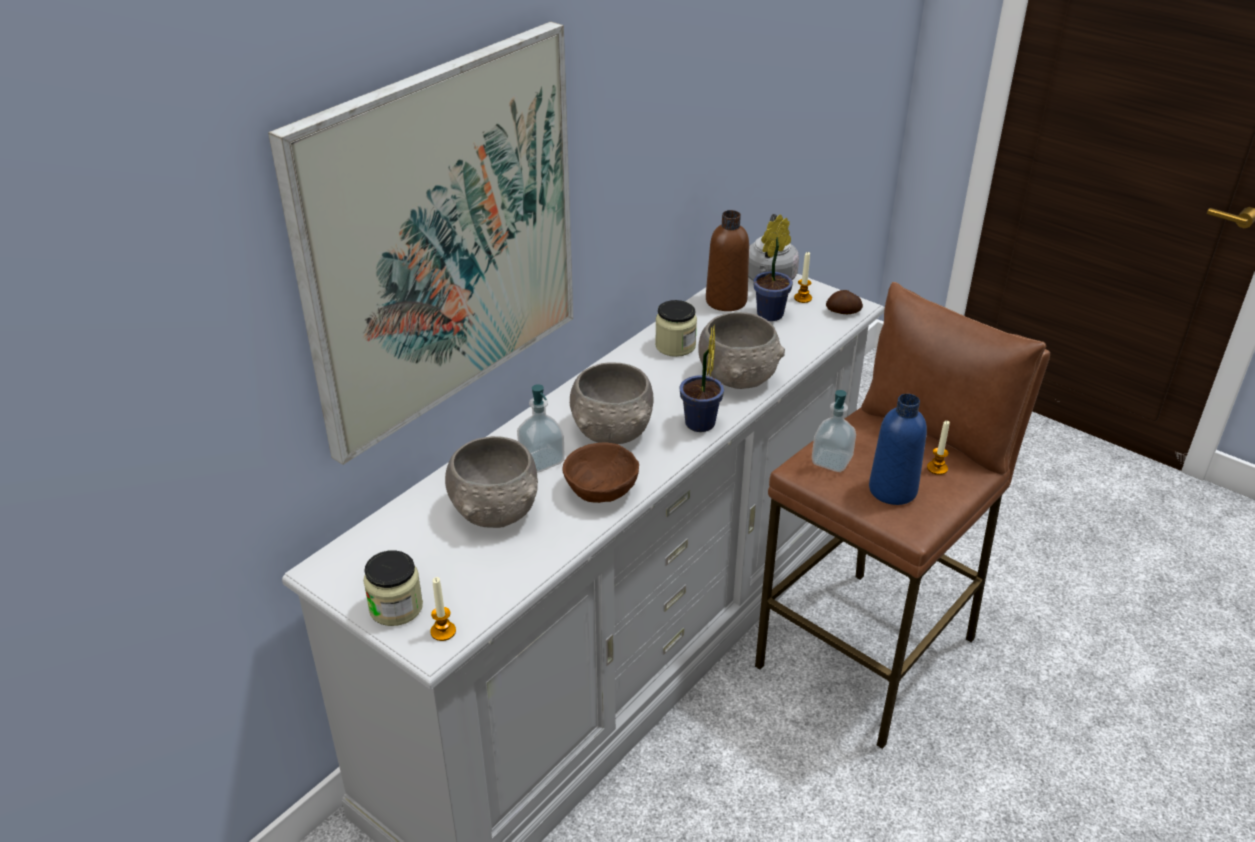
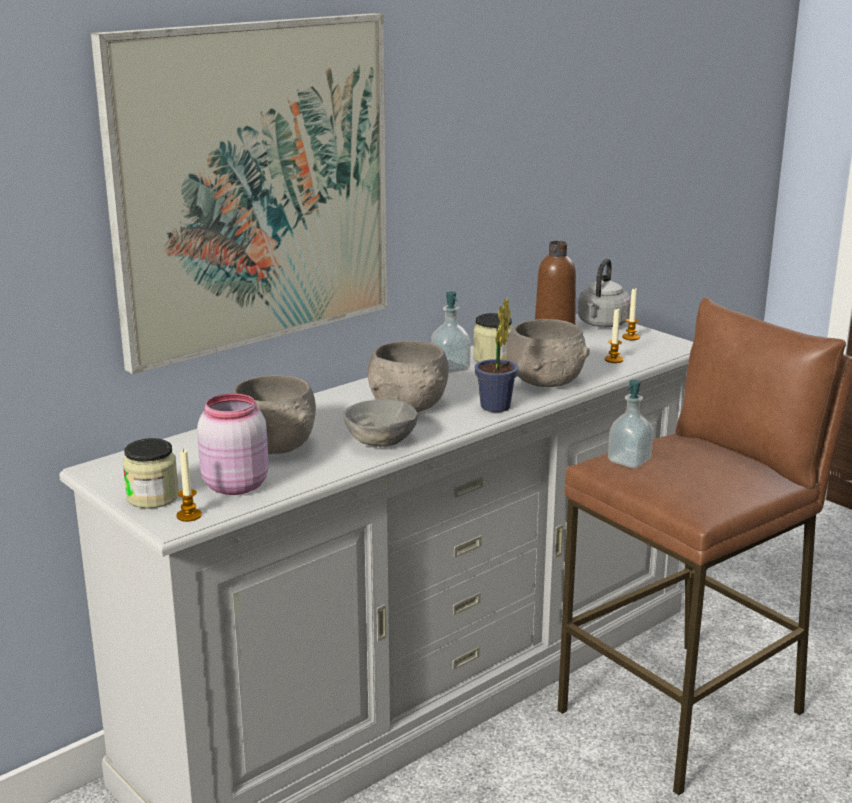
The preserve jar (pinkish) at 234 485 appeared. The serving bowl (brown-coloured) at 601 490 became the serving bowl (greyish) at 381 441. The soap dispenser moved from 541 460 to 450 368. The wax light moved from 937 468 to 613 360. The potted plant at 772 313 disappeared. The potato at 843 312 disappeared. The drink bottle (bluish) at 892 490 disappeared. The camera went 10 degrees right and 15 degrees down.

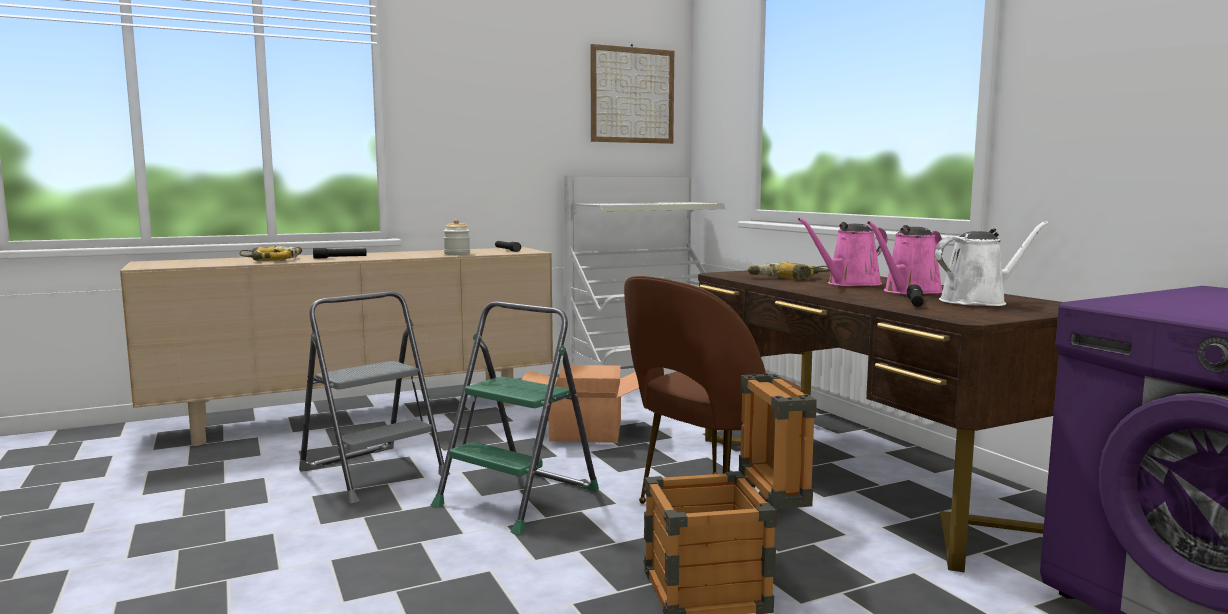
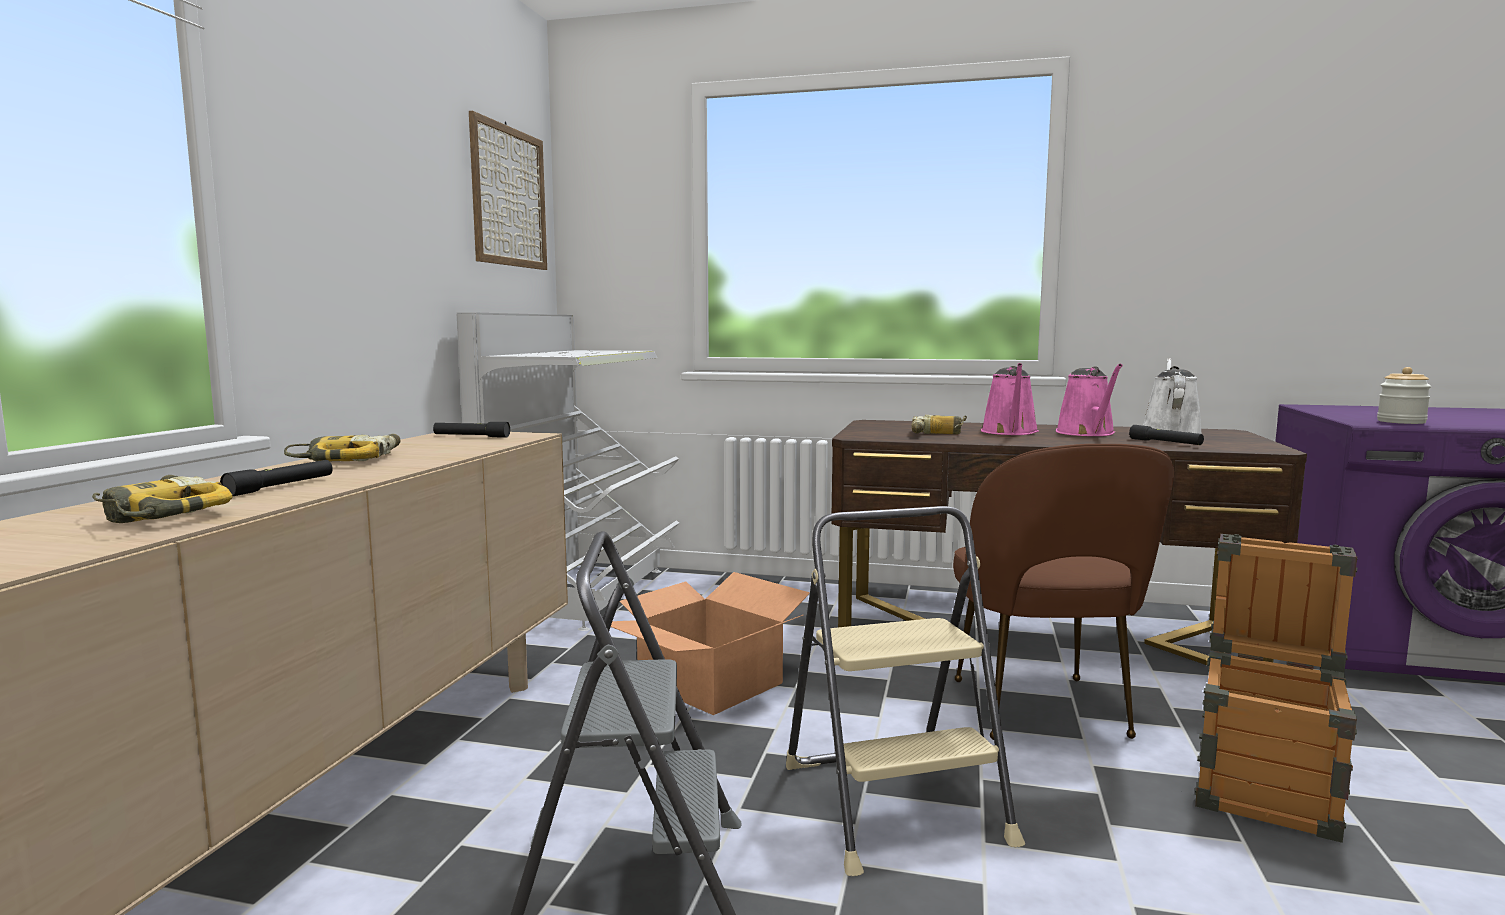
The power drill at 349 460 appeared. The step stool (green) at 522 496 became the step stool (beige-coloured) at 891 797. The preserve jar moved from 457 254 to 1401 422. The camera went 50 degrees left and 0 degrees up.

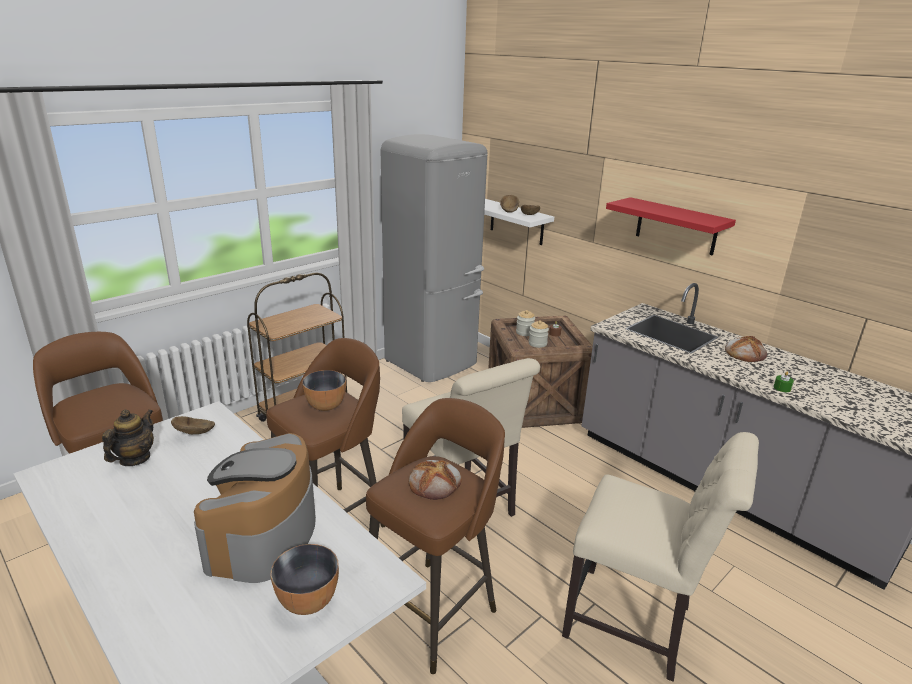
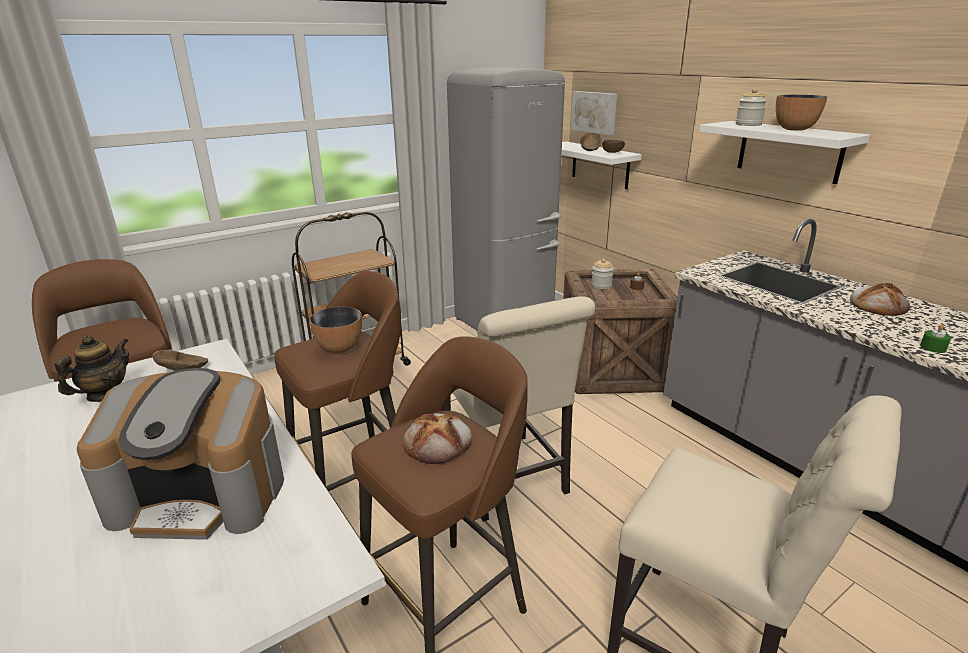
The coffee brewer at 264 536 turned 105 degrees counterclockwise. The picture at 594 112 appeared. The wall shelf (reddish) at 676 226 became the wall shelf (white) at 789 151. The preserve jar moved from 537 344 to 748 124. The serving bowl moved from 308 601 to 794 129. The camera went 10 degrees right and 0 degrees up.

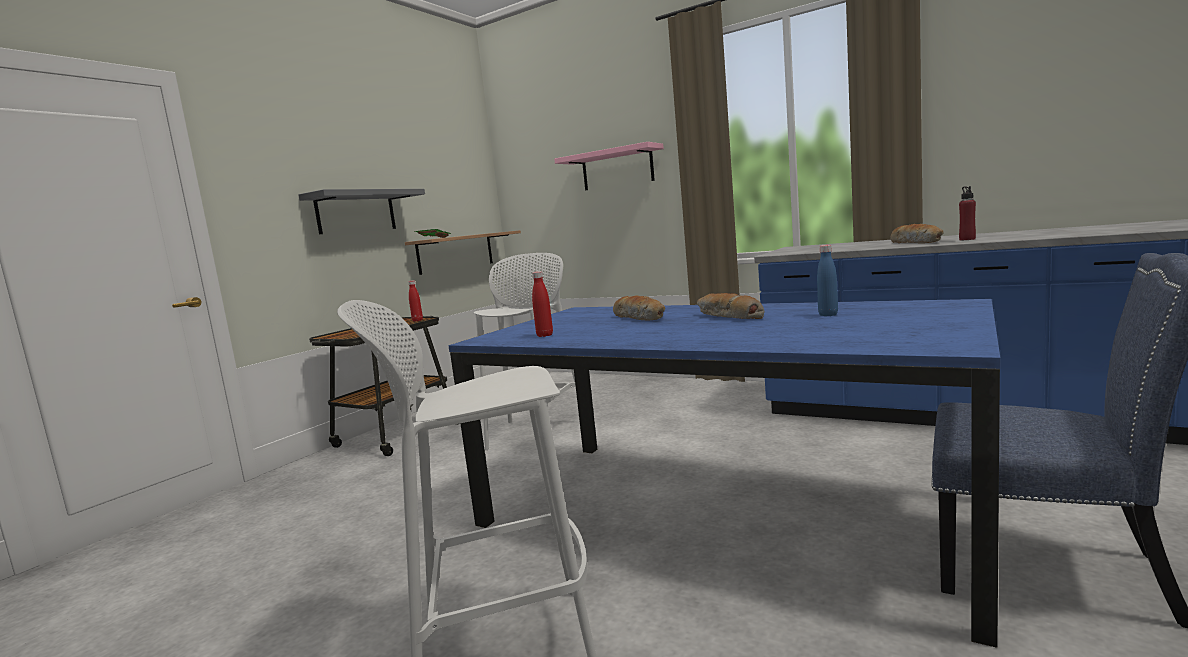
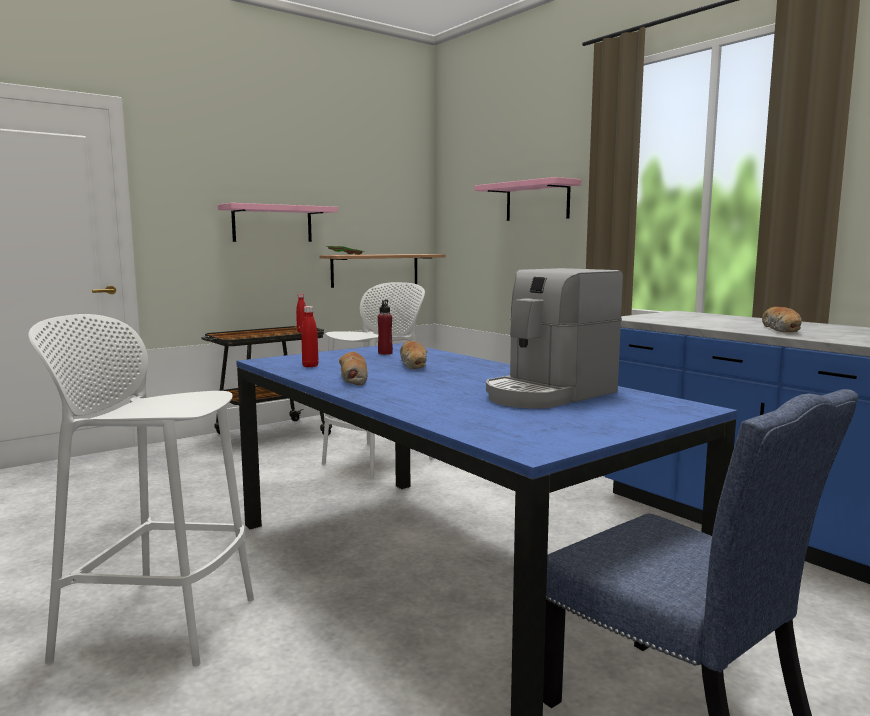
The wall shelf (greyish) at 356 212 became the wall shelf (pinkish) at 272 224. The bread moved from 728 317 to 353 378. The drink bottle (reddish) moved from 967 239 to 385 353. The drink bottle (bluish) at 828 315 was replaced by the coffee brewer at 548 394. The camera went 20 degrees right and 0 degrees up.

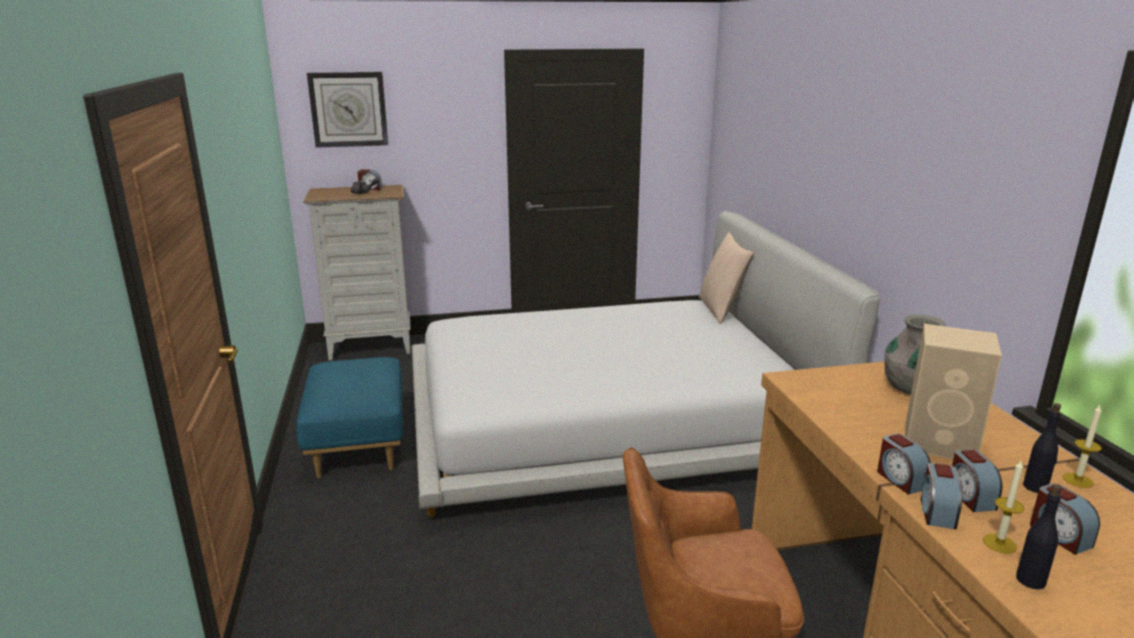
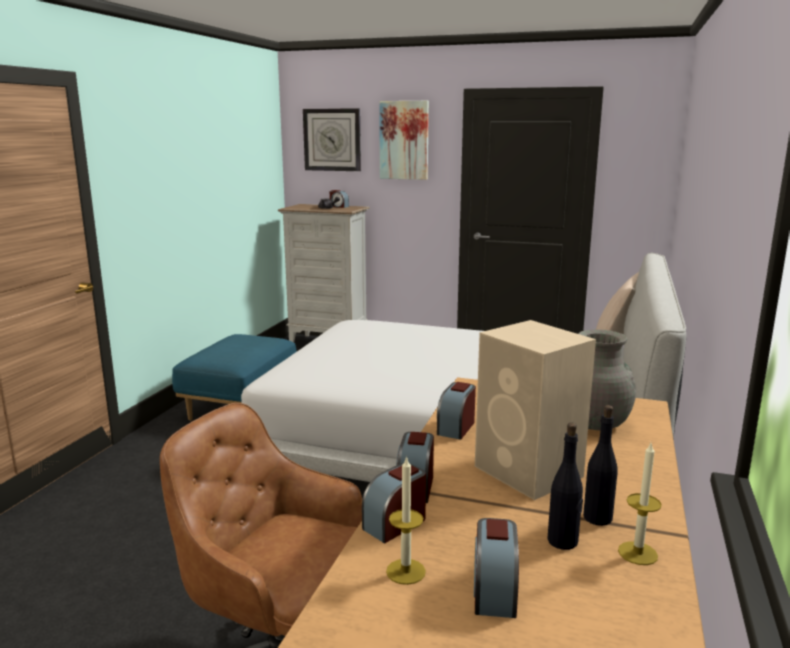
The picture at 404 140 appeared. The bedside clock moved from 970 497 to 456 427. The drink bottle (black-coloured) moved from 1030 580 to 598 518. The camera went 30 degrees right and 5 degrees down.

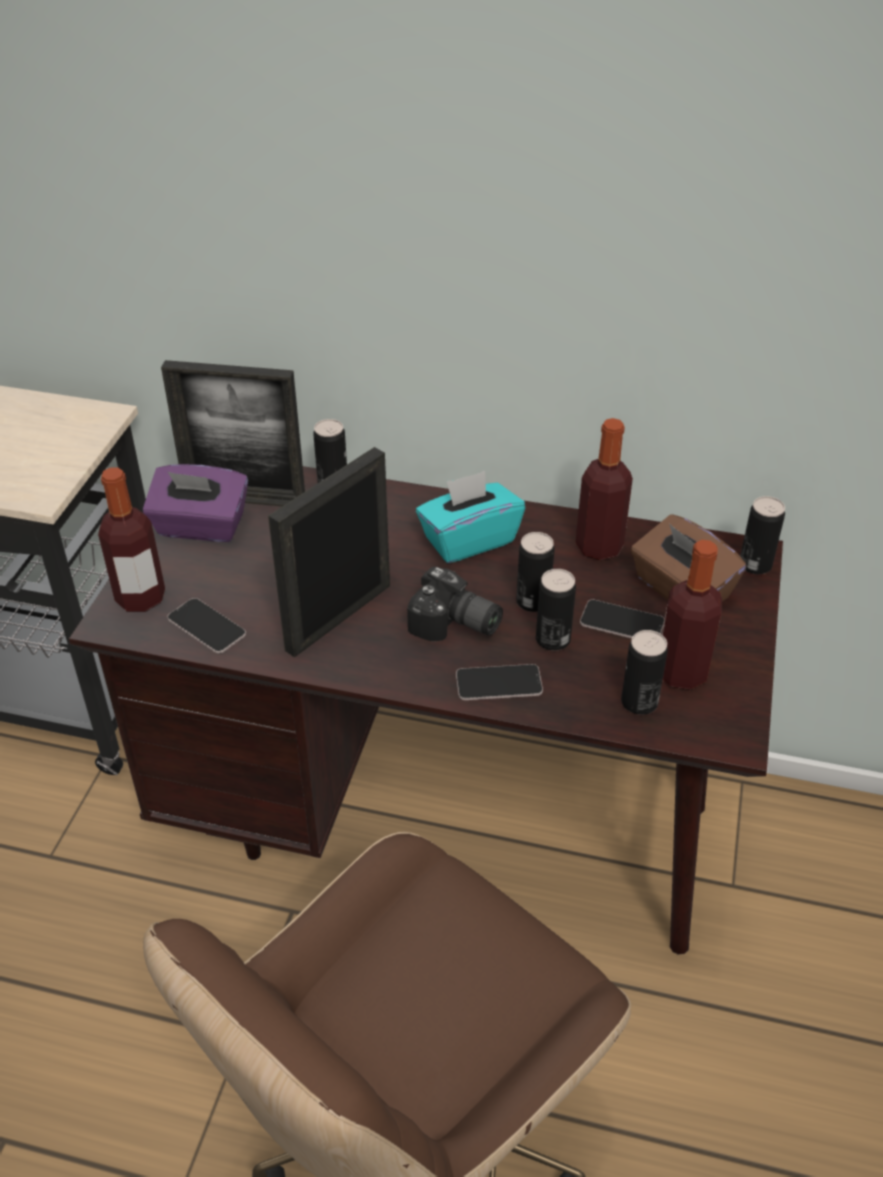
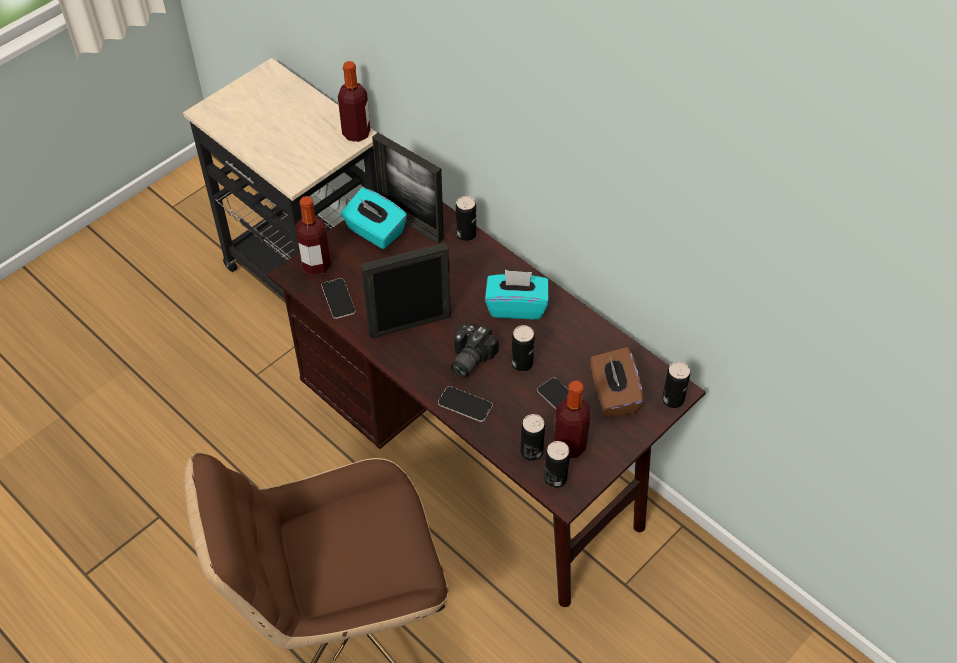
The drink bottle moved from 599 546 to 356 133. The tissue holder (purple-coloured) at 200 527 became the tissue holder (turquoise) at 375 232. The photo camera at 455 626 turned 60 degrees clockwise. The metal can moved from 553 639 to 555 478. The camera went 30 degrees right and 10 degrees up.

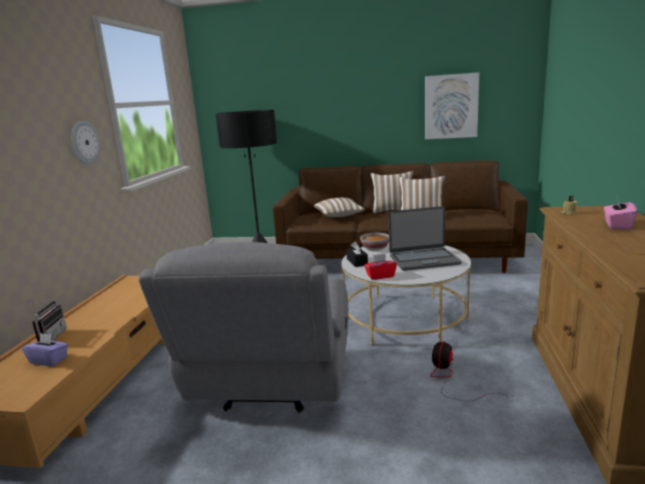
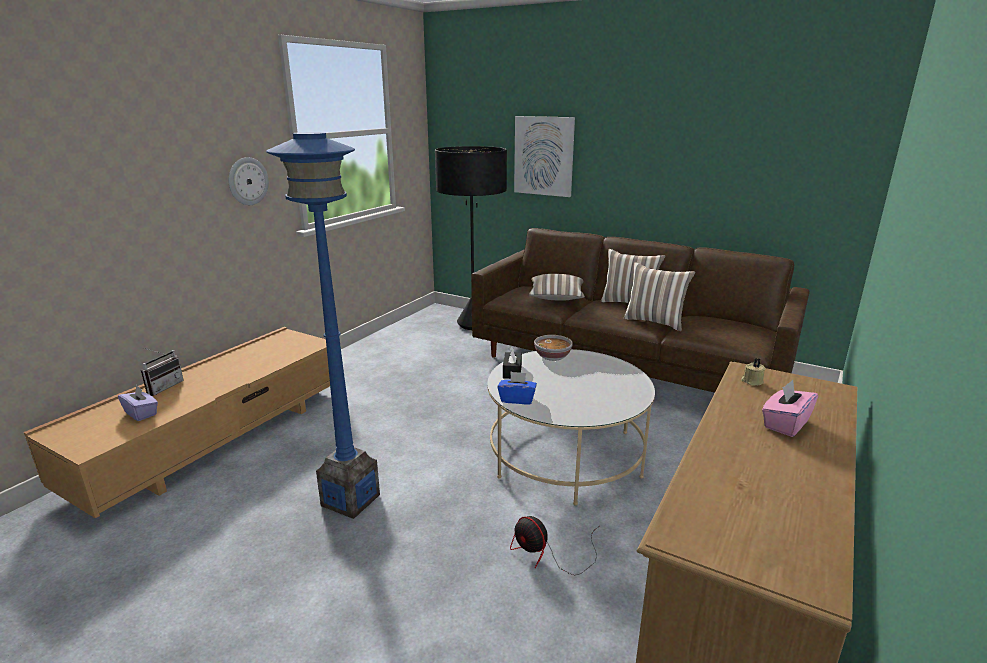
The easy chair (greyish) at 269 390 was replaced by the standing lamp (bluish) at 350 500. The tissue holder (reddish) at 380 276 became the tissue holder (bluish) at 517 399. The cooling fan at 450 380 turned 90 degrees counterclockwise. The picture moved from 451 106 to 544 156. The notebook computer at 423 260 disappeared. The camera went 20 degrees right and 5 degrees up.

